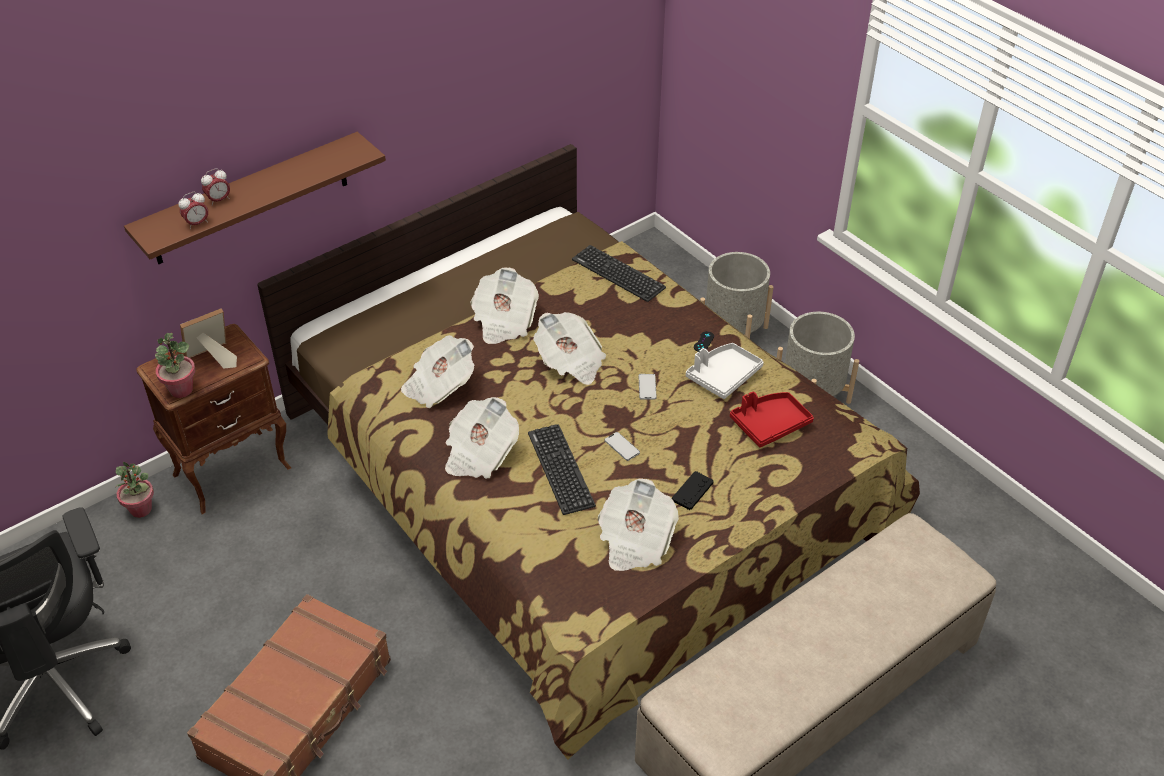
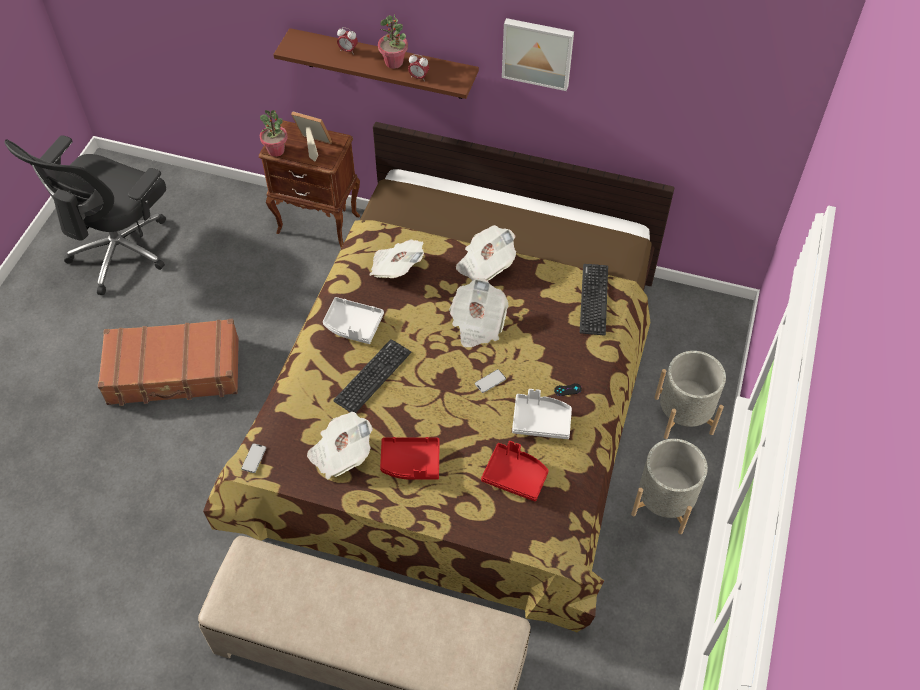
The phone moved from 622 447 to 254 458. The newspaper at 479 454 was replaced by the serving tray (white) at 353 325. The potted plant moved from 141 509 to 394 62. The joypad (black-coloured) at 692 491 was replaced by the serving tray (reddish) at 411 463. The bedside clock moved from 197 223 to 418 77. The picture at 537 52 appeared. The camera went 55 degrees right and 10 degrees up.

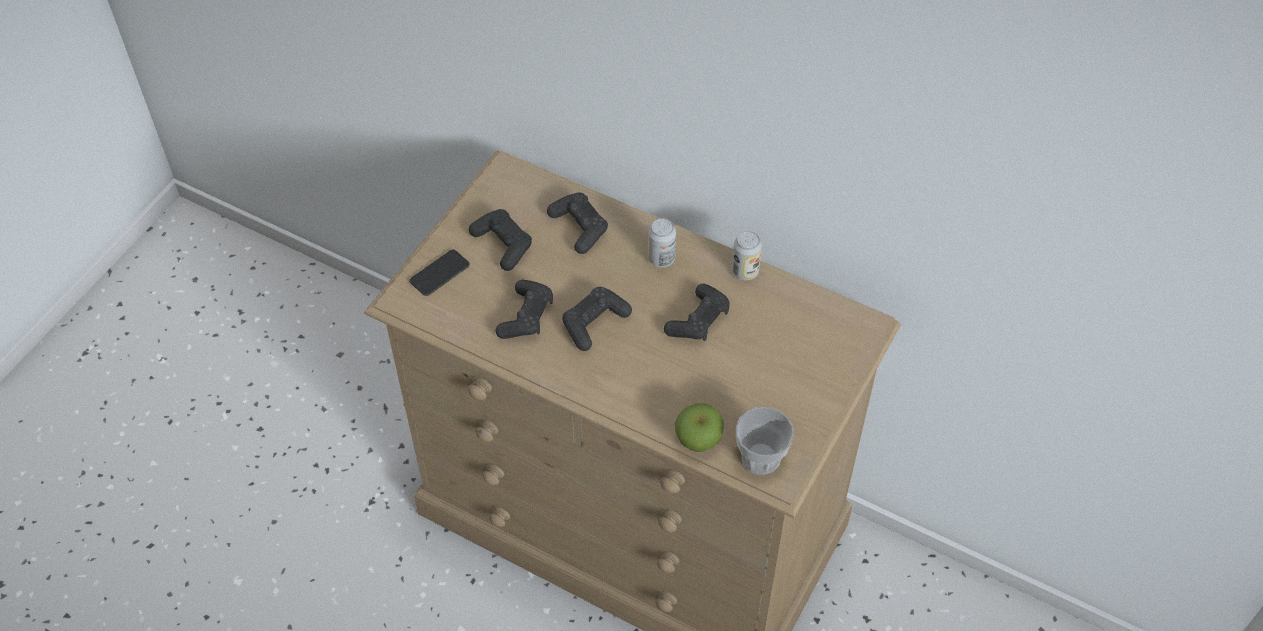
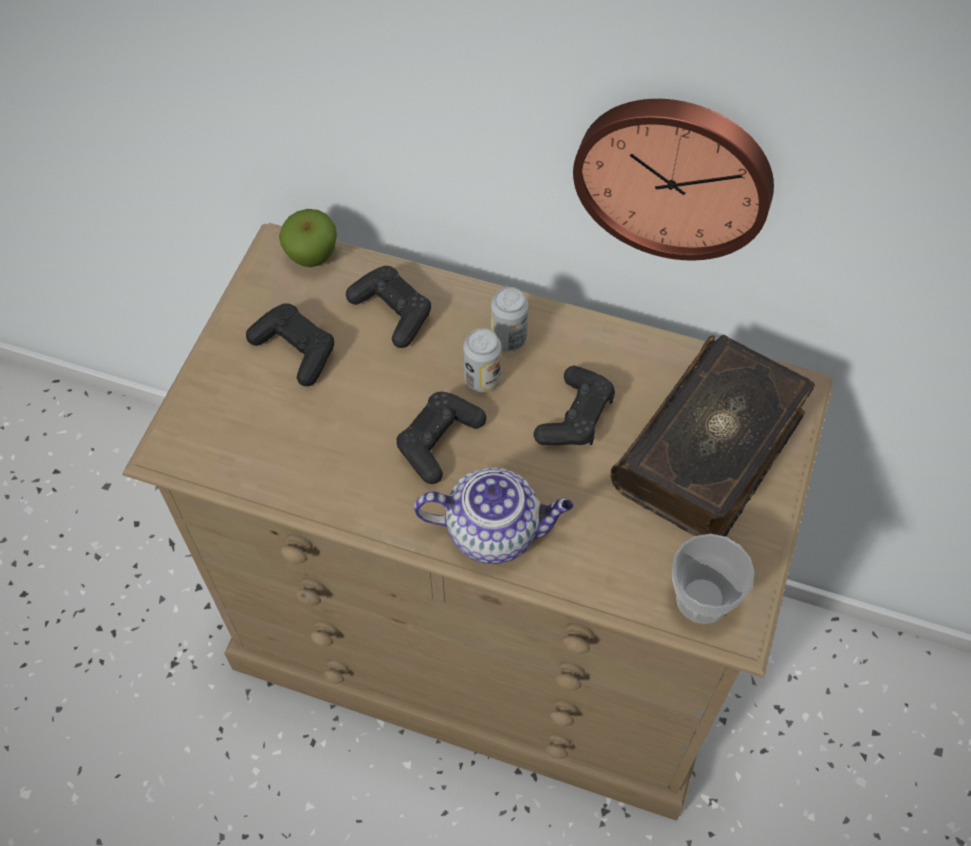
The apple moved from 698 441 to 312 256. The teapot at 495 531 appeared. The metal can moved from 745 271 to 482 379. The hanging clock at 674 174 appeared. The bound book at 711 451 appeared. The phone at 439 273 disappeared. The joypad (black-coloured) at 526 316 disappeared. The camera went 10 degrees left and 5 degrees up.

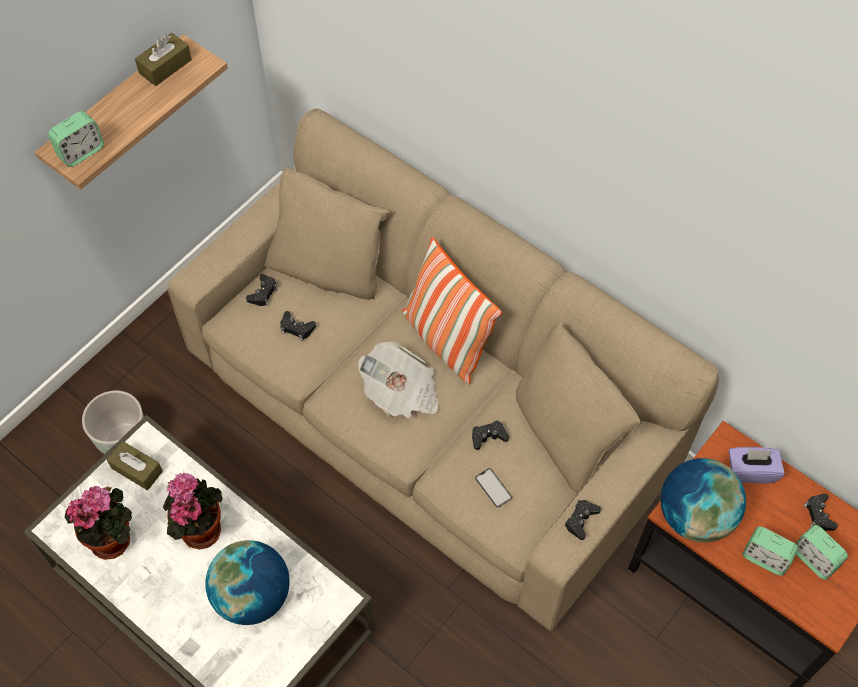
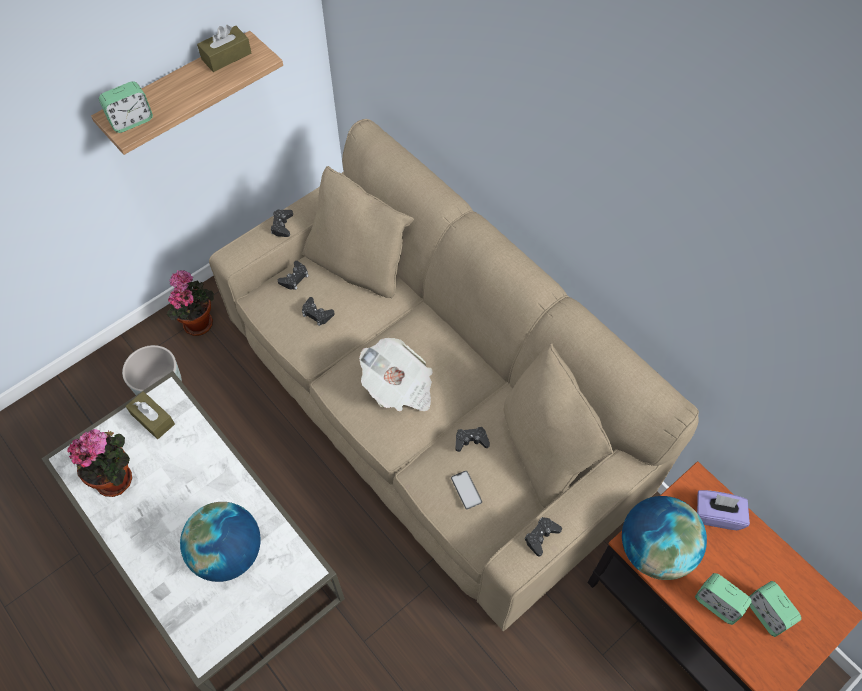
The potted plant moved from 199 527 to 197 321. The joypad (black-coloured) moved from 819 514 to 282 225. The throw pillow at 446 340 disappeared. The camera went 10 degrees right and 0 degrees up.

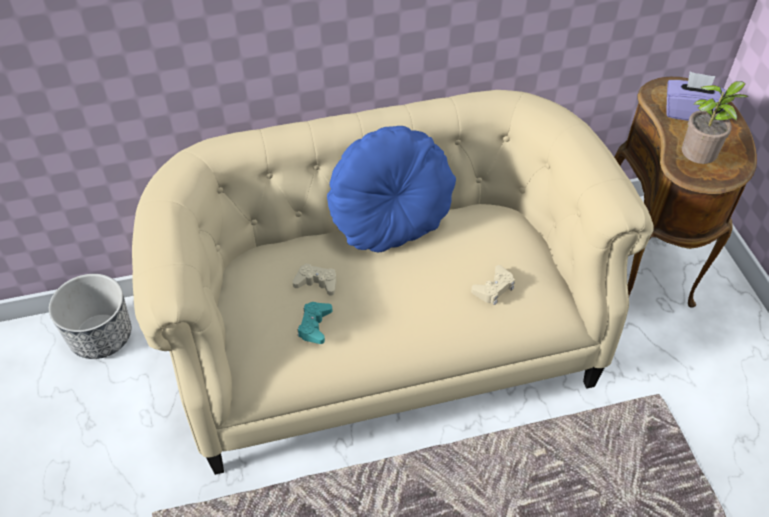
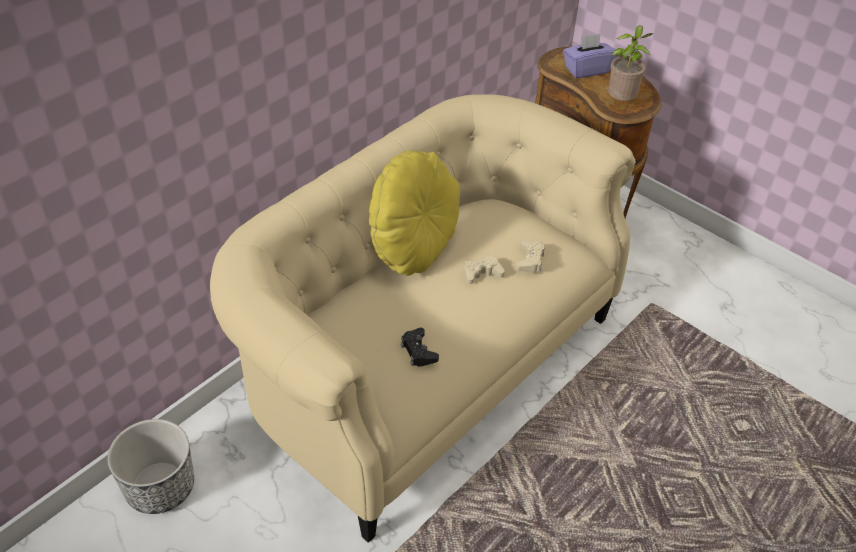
The throw pillow (bluish) at 391 229 became the throw pillow (yellow) at 414 251. The joypad (turquoise) at 314 325 became the joypad (black-coloured) at 418 351. The joypad (beige-coloured) moved from 317 283 to 482 273. The camera went 35 degrees left and 5 degrees down.

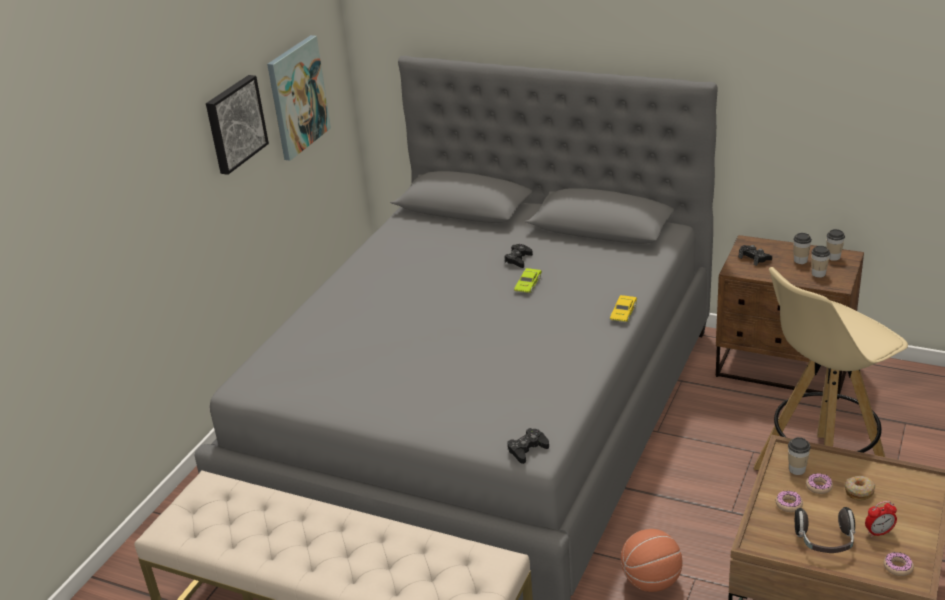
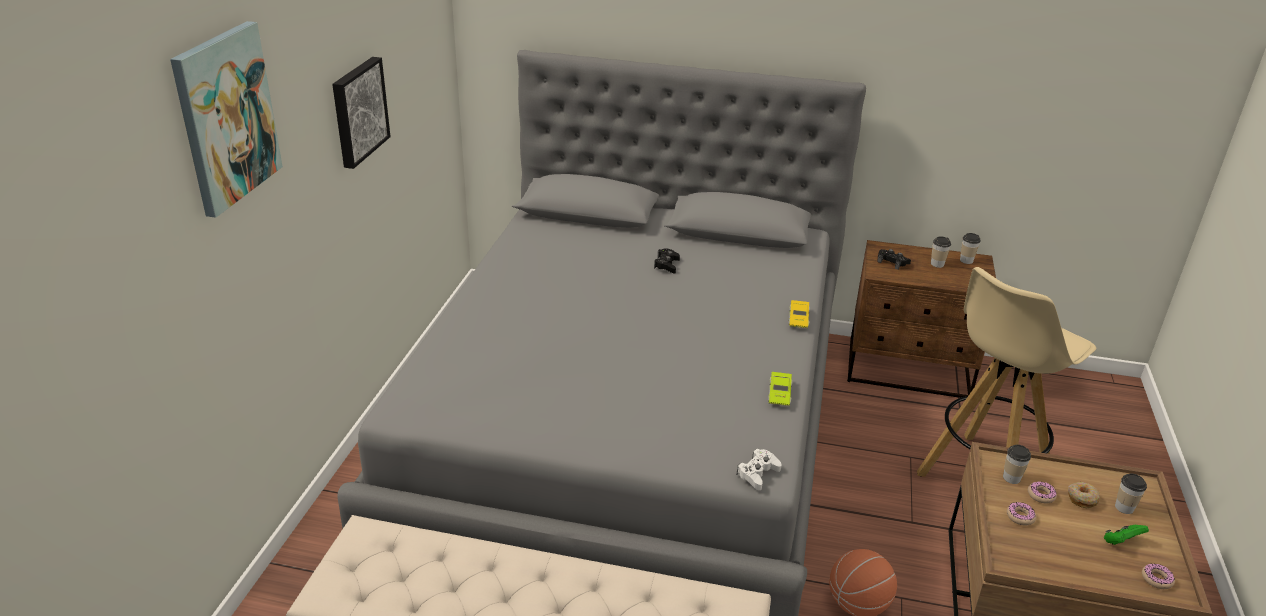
The picture moved from 297 97 to 226 117. The joypad (black-coloured) at 527 449 became the joypad (white) at 758 473. The toy car (green) moved from 528 284 to 779 393. The bedside clock at 879 532 was replaced by the joypad (green) at 1121 542. The drinking cup moved from 818 274 to 1124 507. The headset at 825 542 disappeared. The camera went 15 degrees left and 0 degrees up.

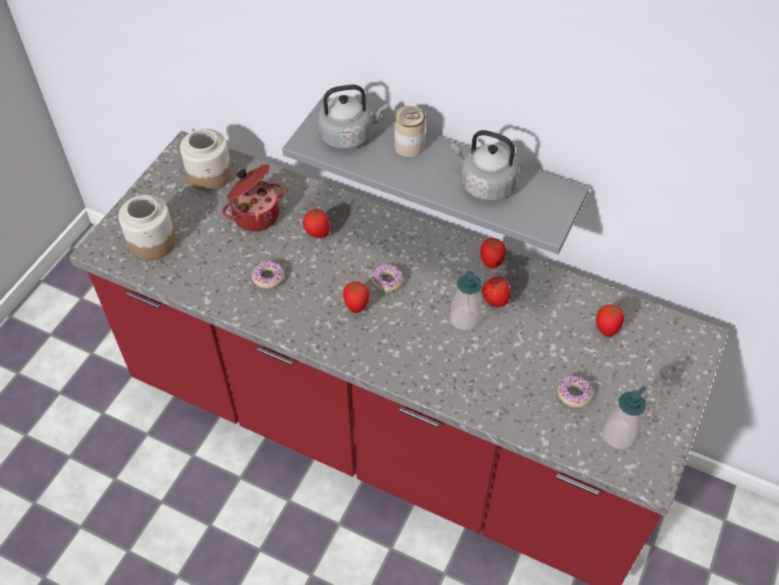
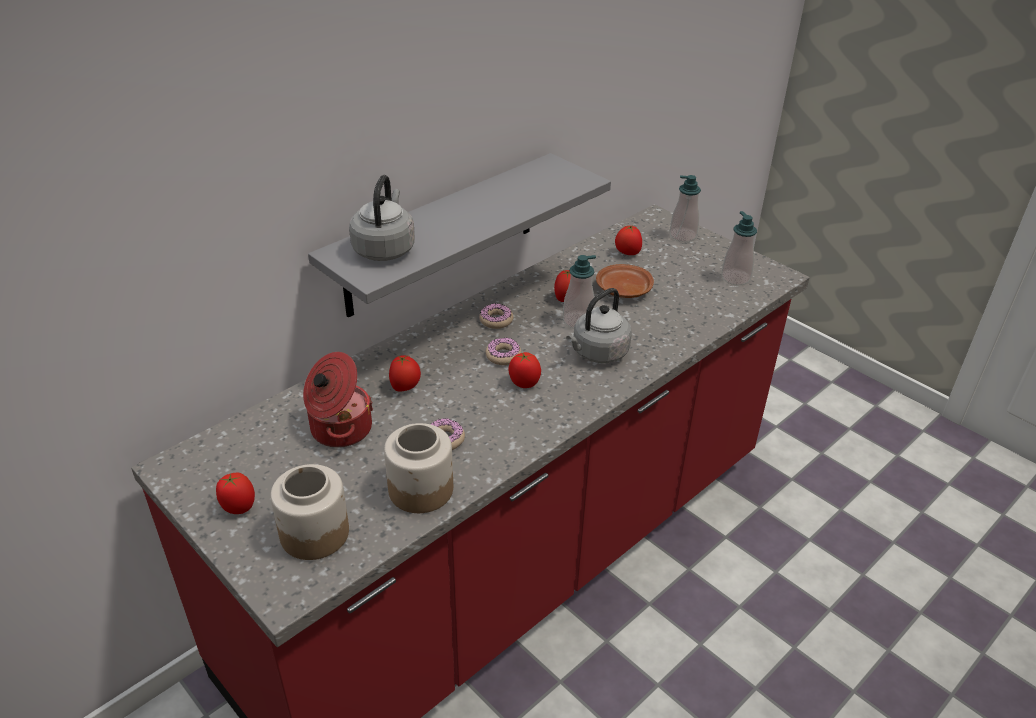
The whole tomato moved from 491 262 to 238 507. The preserve jar moved from 210 175 to 421 489. The doughnut moved from 574 394 to 496 320. The kettle (greyish) moved from 484 185 to 598 353. The plate (brown-coloured) at 623 290 appeared. The soap dispenser at 683 236 appeared. The metal can at 409 146 disappeared. The camera went 70 degrees left and 15 degrees down.

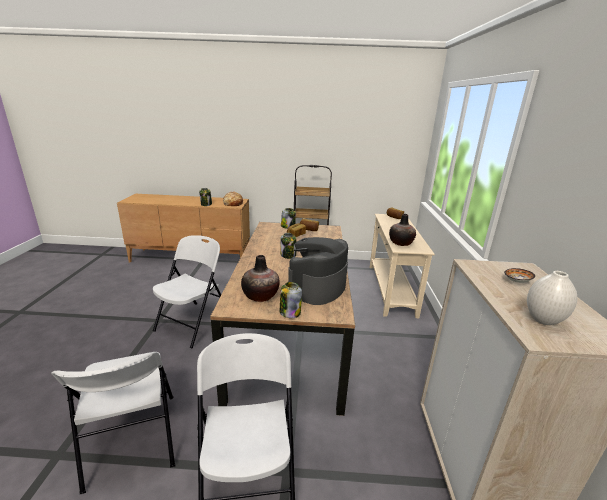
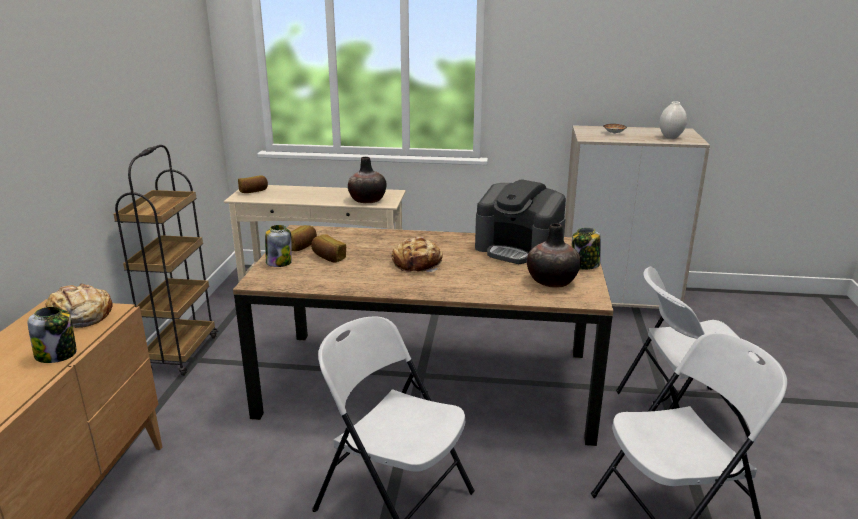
The preserve jar at 288 255 was replaced by the bread at 417 264. The camera went 85 degrees left and 0 degrees up.

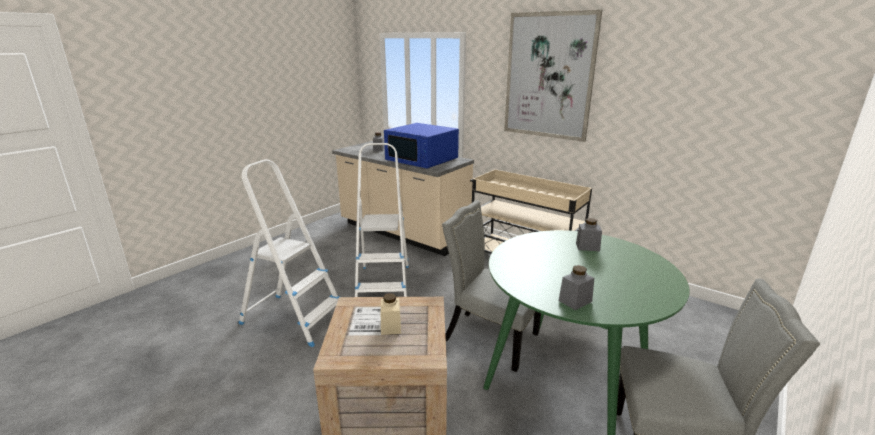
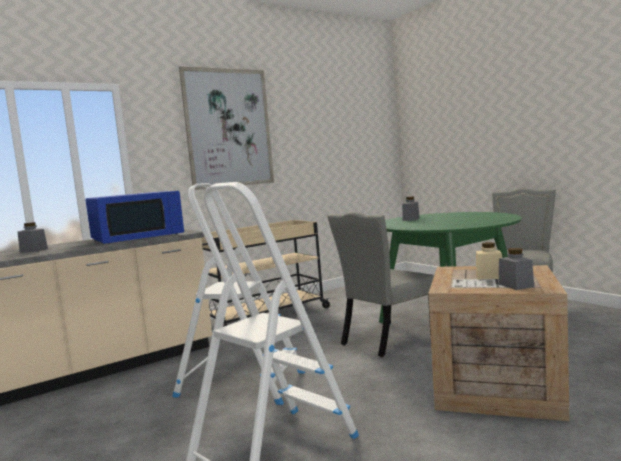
The preserve jar (greyish) moved from 575 301 to 516 285. The camera went 70 degrees left and 15 degrees down.

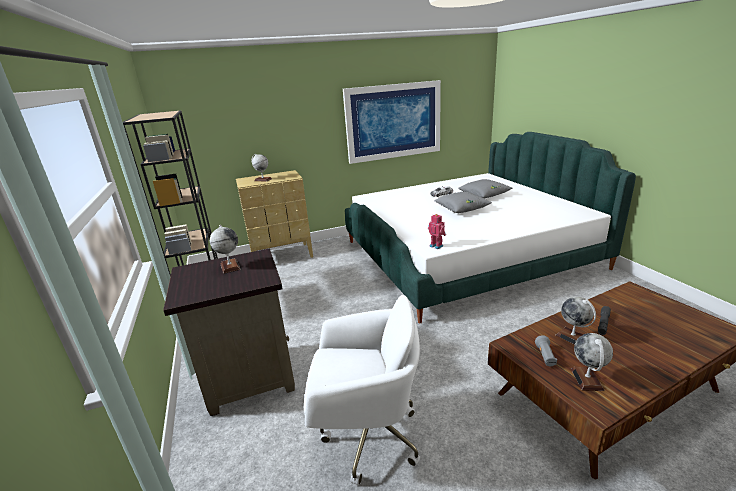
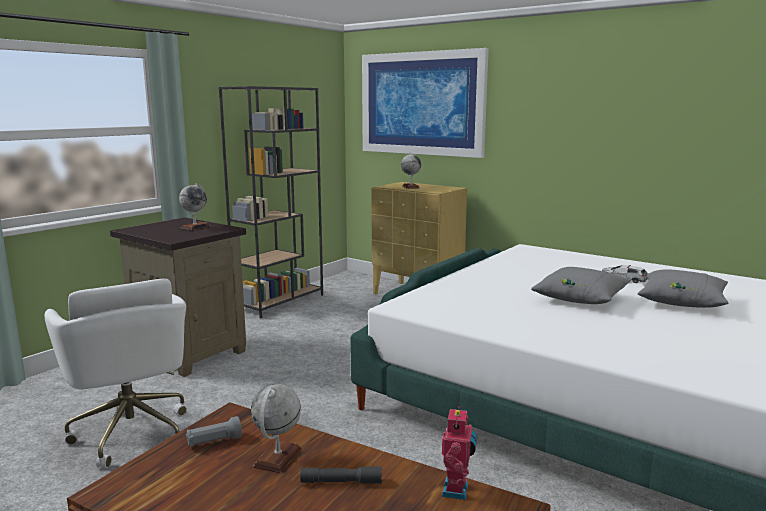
The picture moved from 393 121 to 421 103. The toy robot moved from 436 246 to 457 490. The globe at 587 379 disappeared. The camera went 55 degrees right and 10 degrees down.

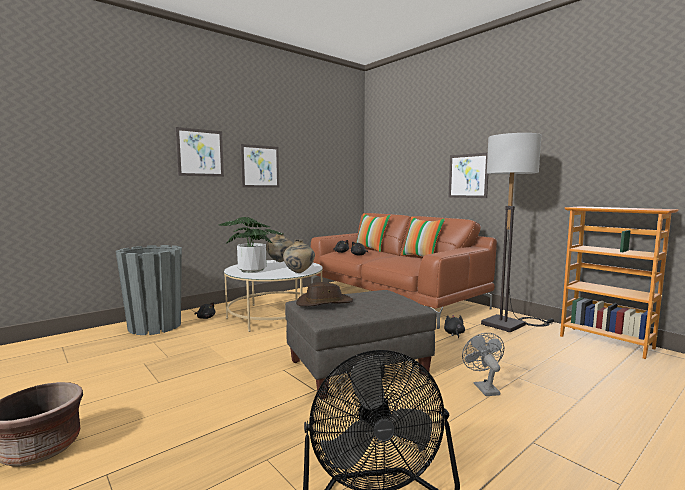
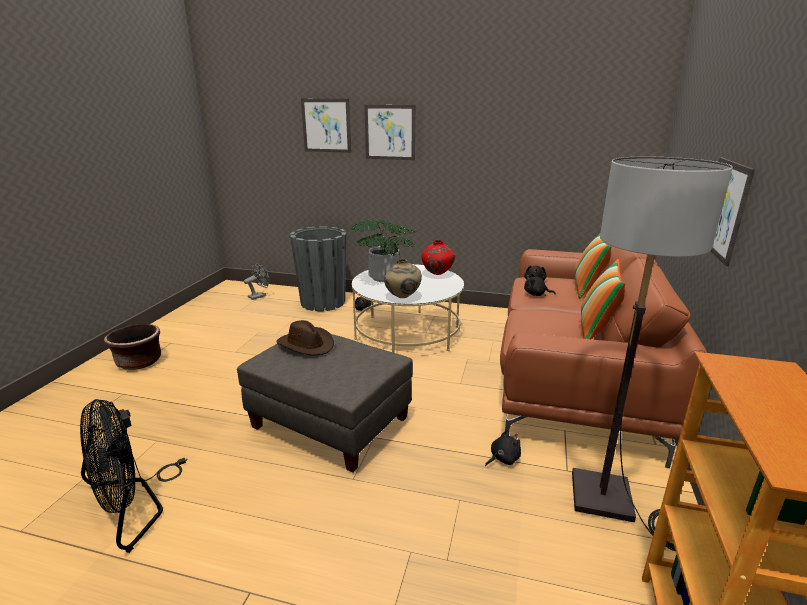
The cooling fan (greyish) moved from 483 387 to 259 296. The picture moved from 260 166 to 326 125. The flower vase (beige-coloured) at 280 262 became the flower vase (reddish) at 437 274. The camera went 55 degrees right and 15 degrees up.

